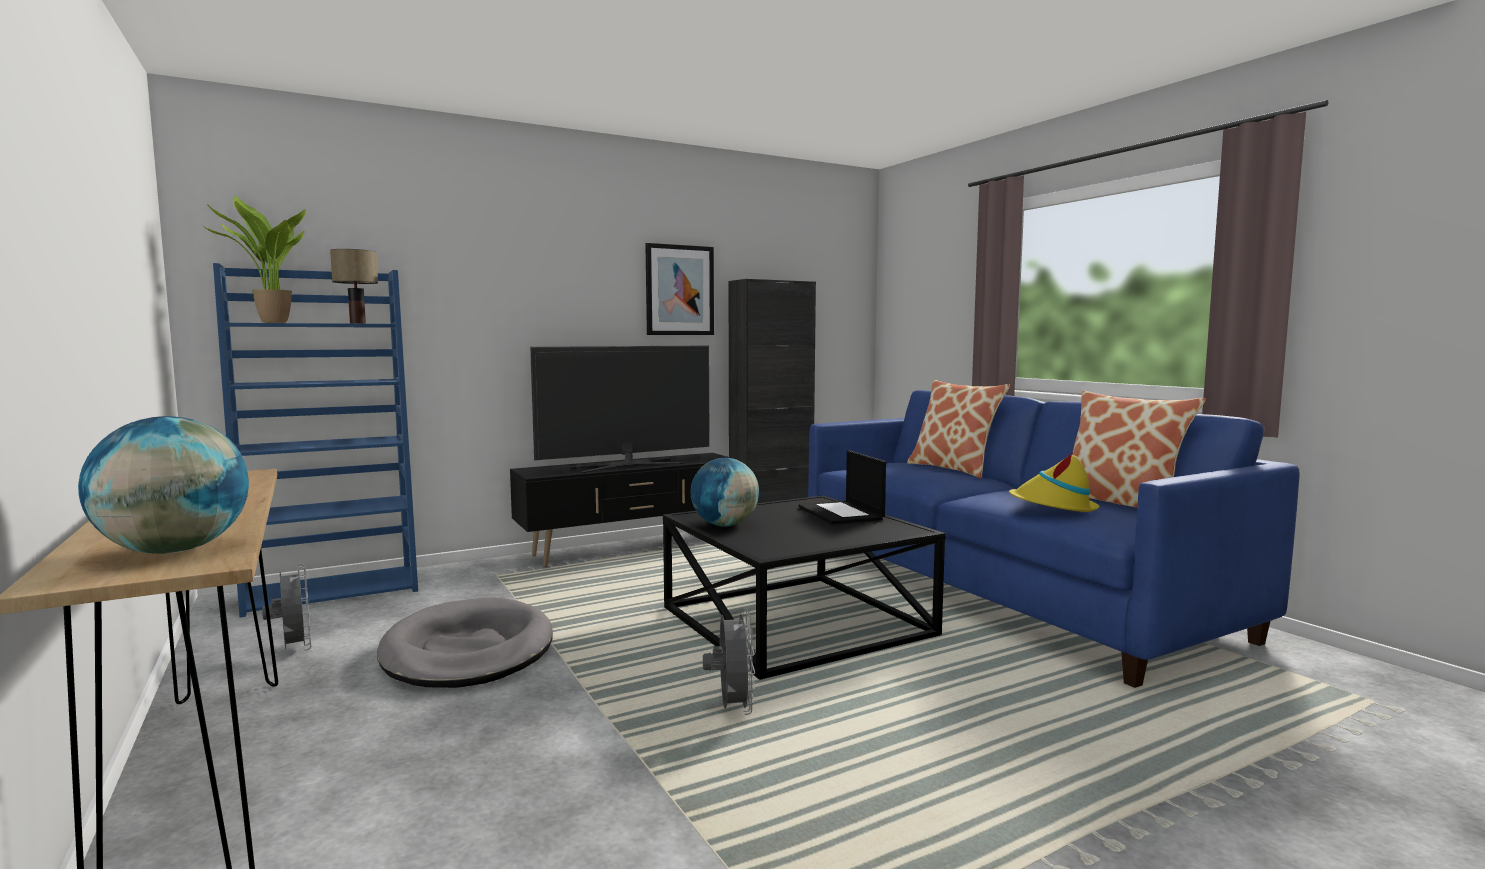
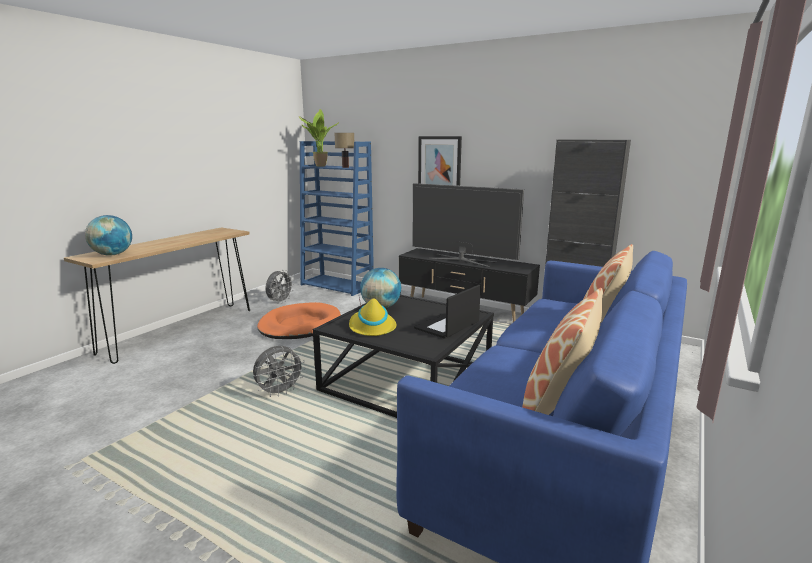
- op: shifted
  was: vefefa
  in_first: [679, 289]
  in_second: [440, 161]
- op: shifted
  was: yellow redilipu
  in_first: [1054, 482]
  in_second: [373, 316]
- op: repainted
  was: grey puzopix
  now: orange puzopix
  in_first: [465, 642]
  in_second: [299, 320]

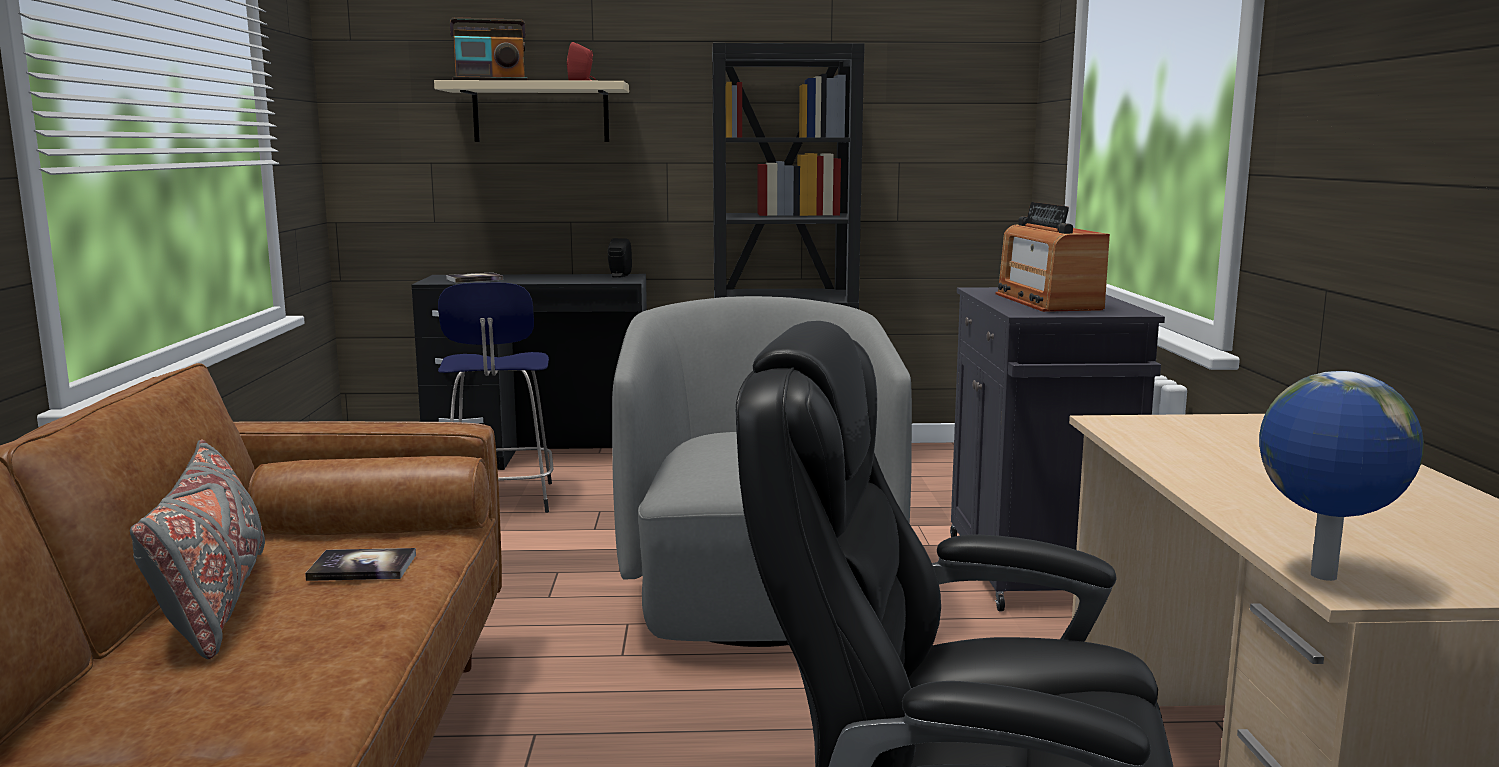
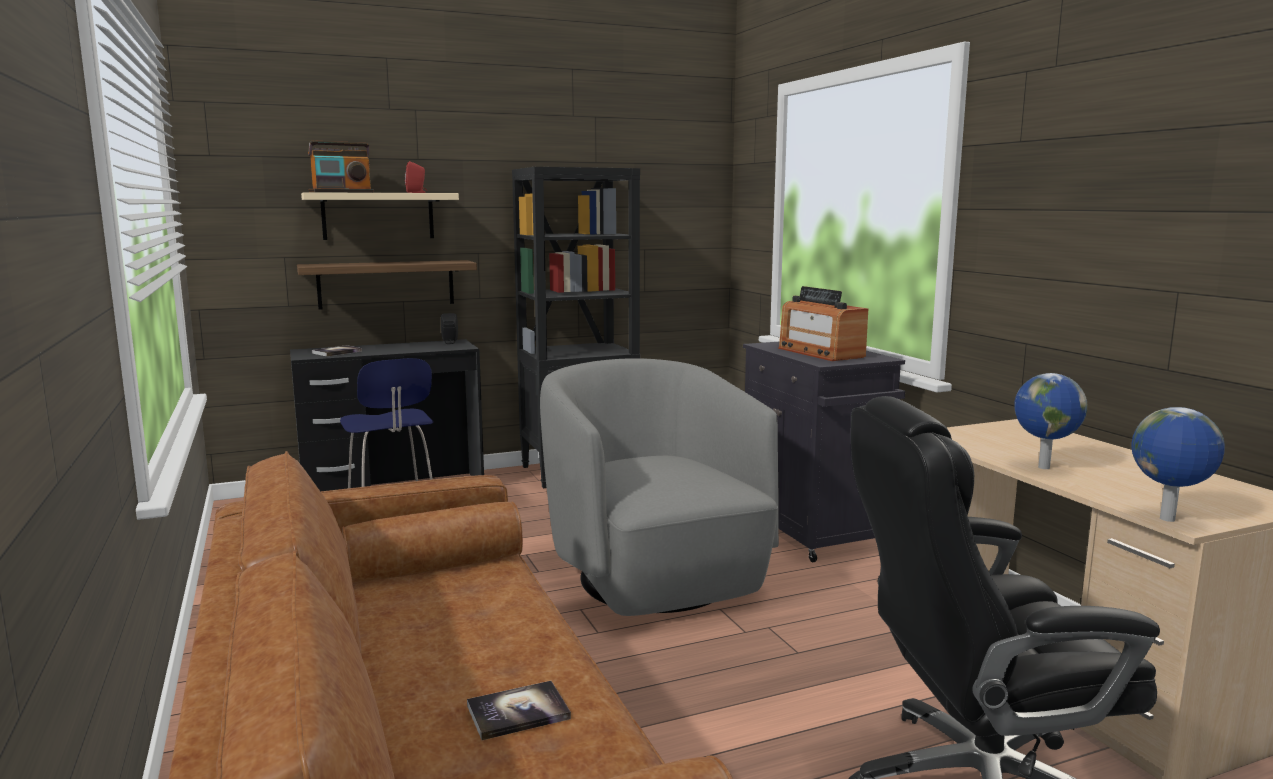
- op: gone
  was: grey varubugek
  in_first: [197, 549]
- op: shifted
  was: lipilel
  in_first: [360, 564]
  in_second: [519, 710]
- op: new
  now: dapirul
  in_second: [387, 285]
- op: new
  now: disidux
  in_second: [1051, 421]

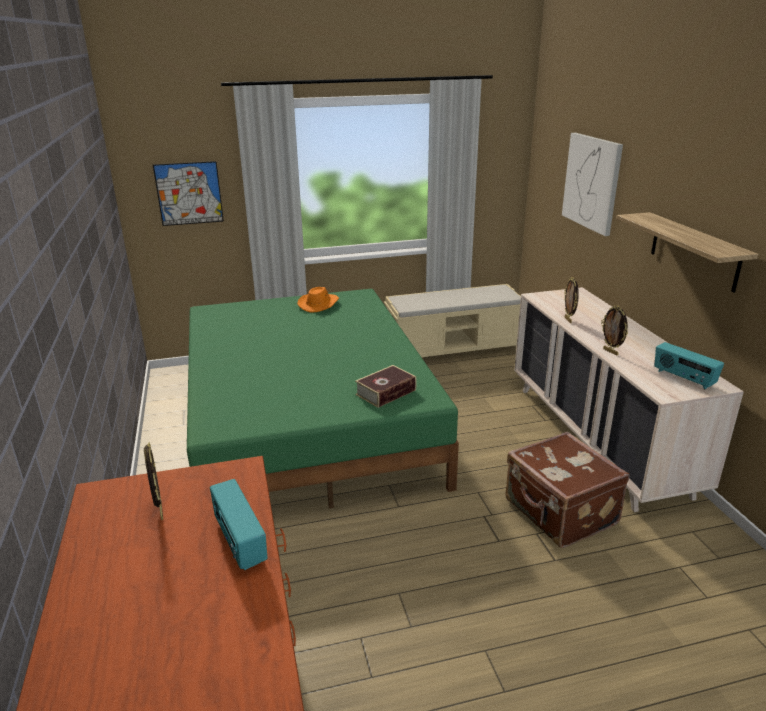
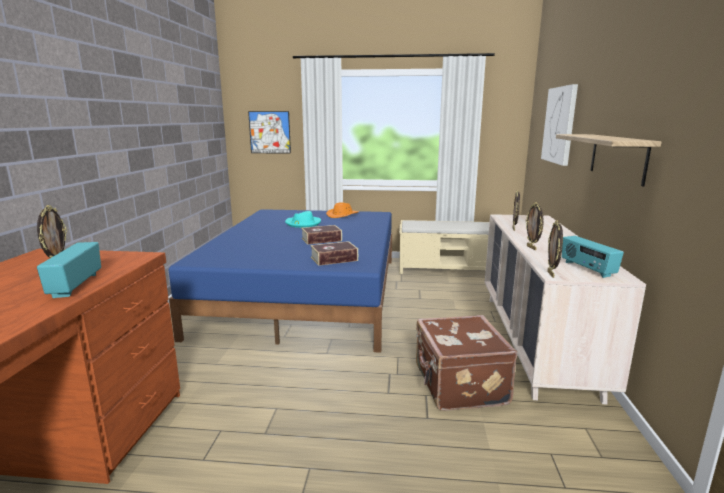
- op: repainted
  was: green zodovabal
  now: blue zodovabal
  in_first: [323, 398]
  in_second: [280, 281]
- op: new
  now: turquoise redilipu
  in_second: [303, 219]
- op: new
  now: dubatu
  in_second: [555, 249]
- op: new
  now: lipilel
  in_second: [321, 235]

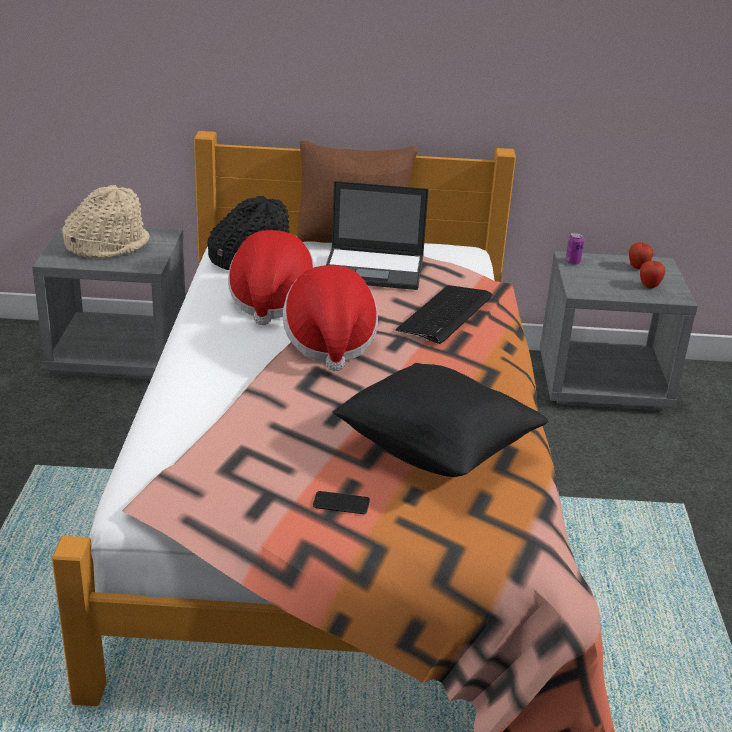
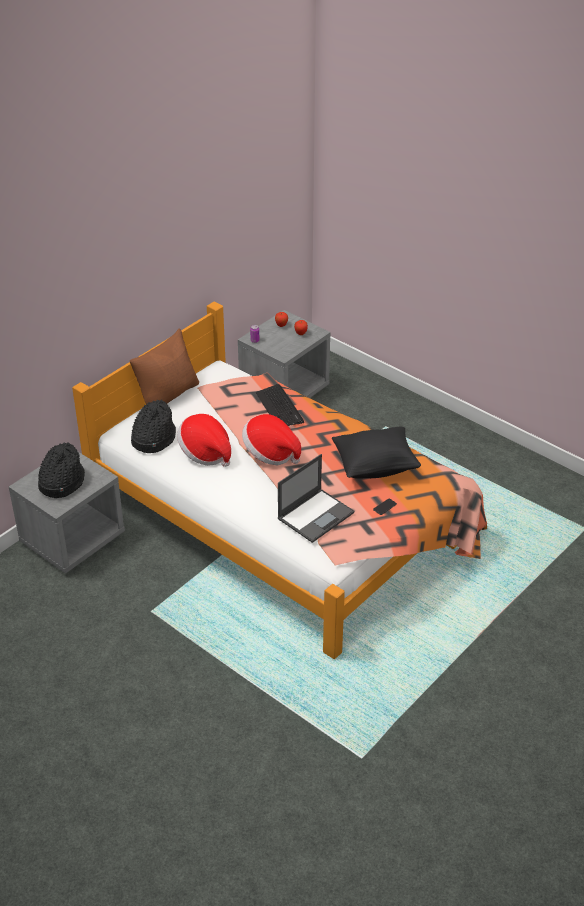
- op: shifted
  was: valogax
  in_first: [377, 235]
  in_second: [316, 498]
- op: repainted
  was: beige redilipu
  now: black redilipu
  in_first: [106, 222]
  in_second: [61, 470]

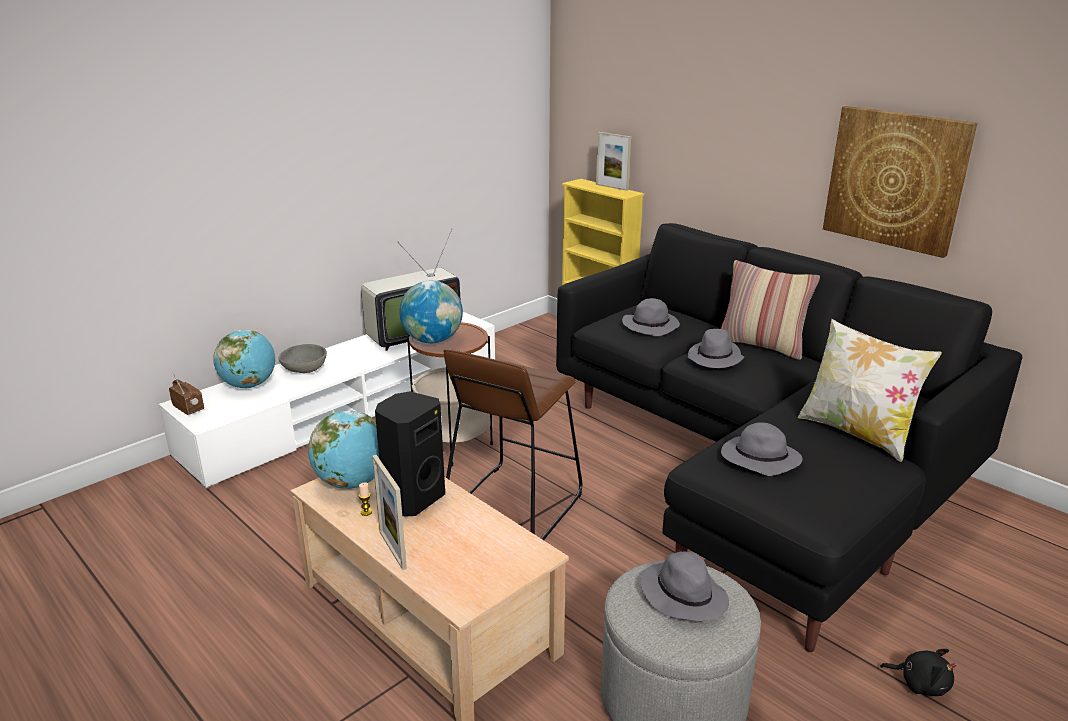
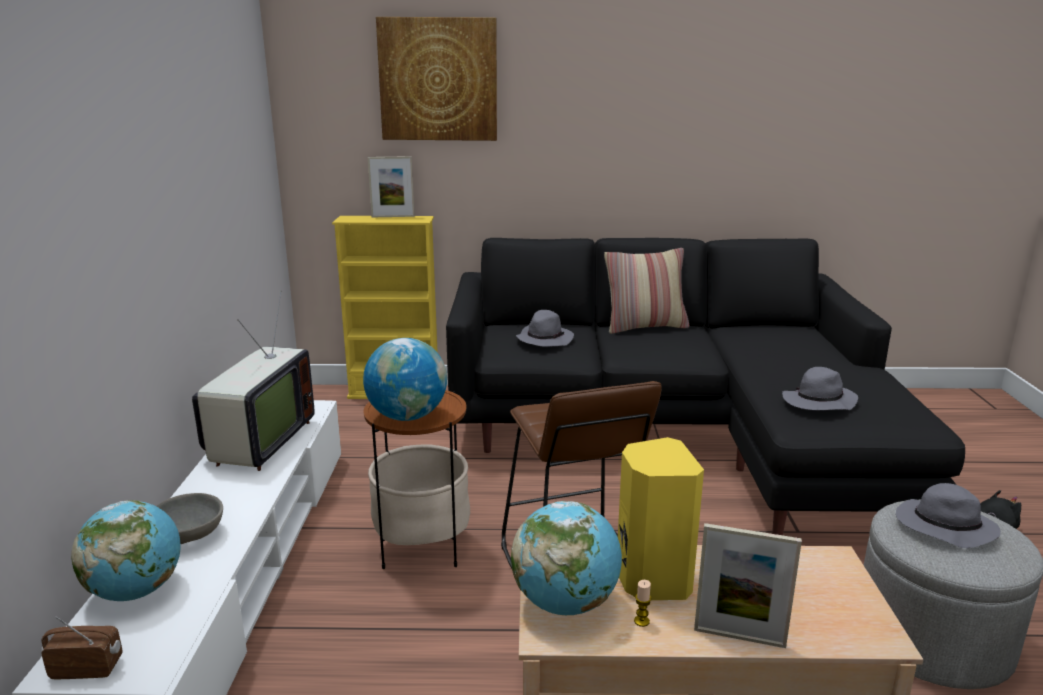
- op: shifted
  was: vefefa
  in_first: [900, 182]
  in_second: [436, 79]
- op: gone
  was: varubugek
  in_first: [870, 390]
- op: gone
  was: grey redilipu
  in_first: [716, 348]
- op: repainted
  was: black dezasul
  now: yellow dezasul
  in_first: [410, 454]
  in_second: [661, 518]

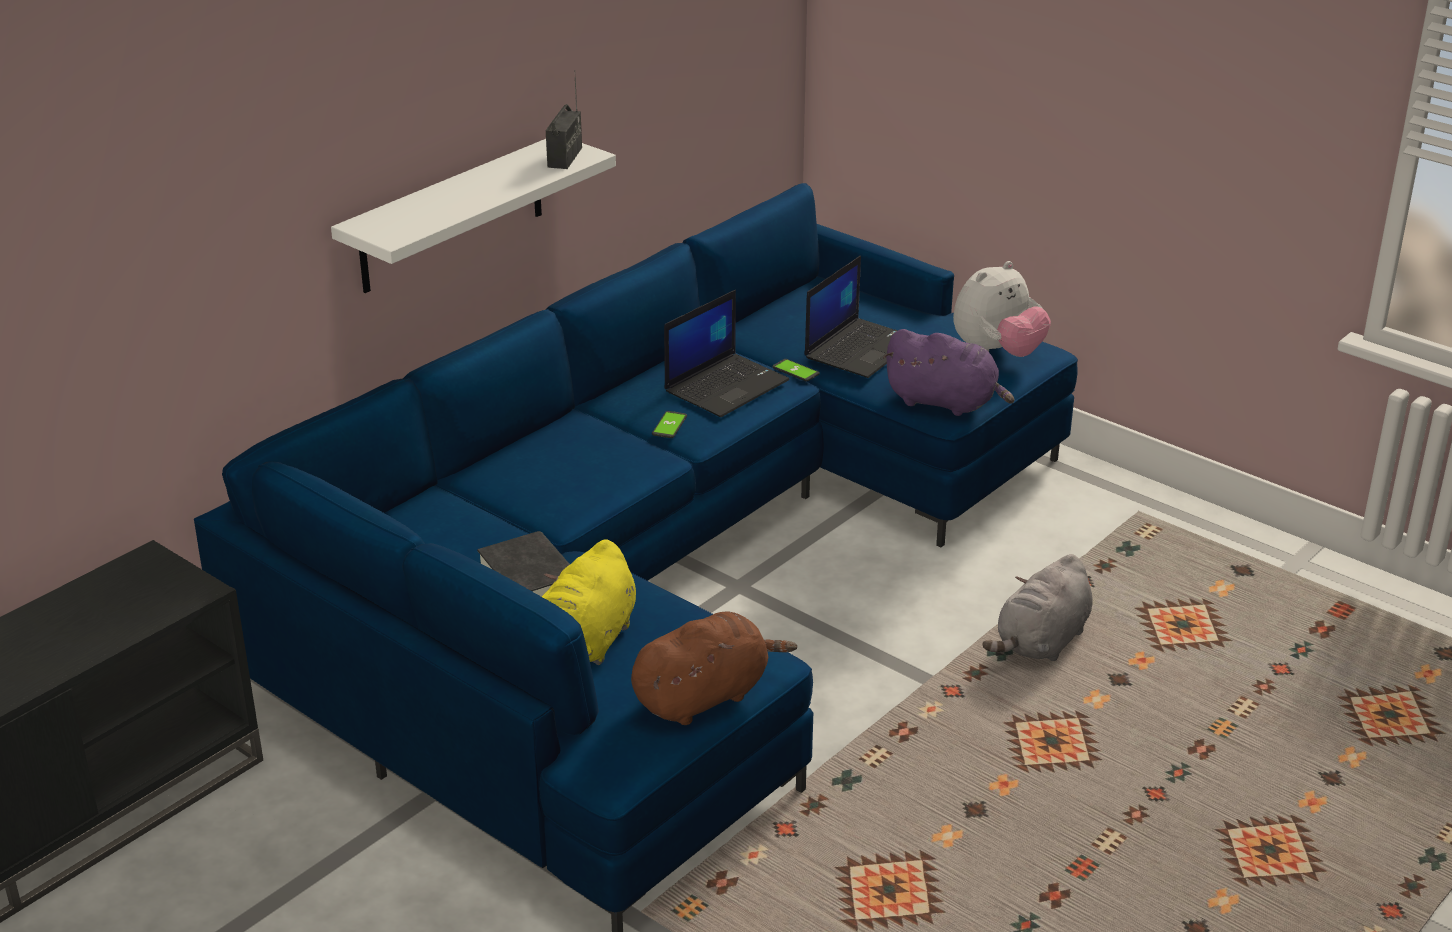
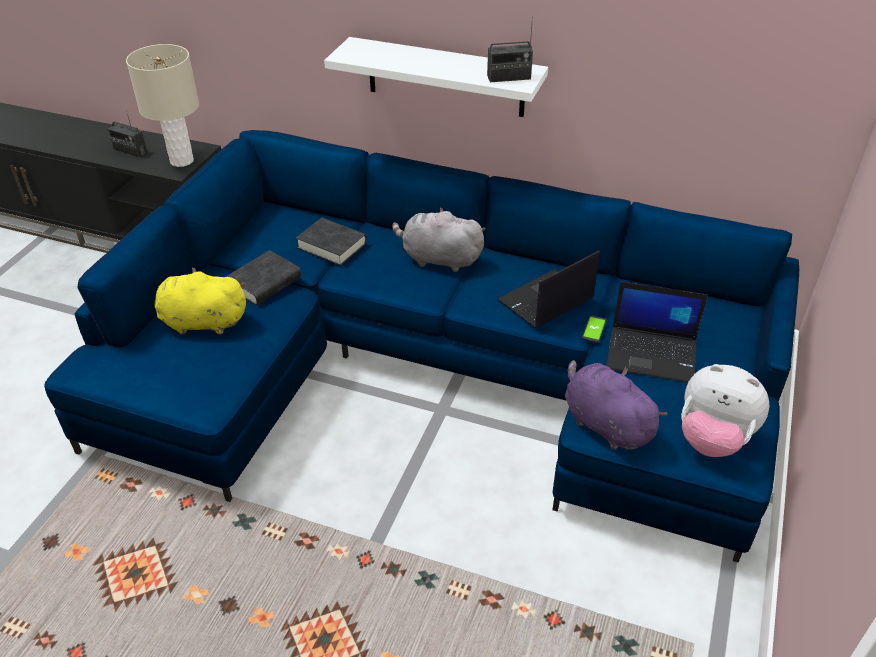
- op: rotated
  was: valogax
  in_first: [727, 353]
  in_second: [548, 289]
  clockwise: 120
- op: rotated
  was: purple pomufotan
  in_first: [948, 372]
  in_second: [616, 405]
  clockwise: 135
- op: gone
  was: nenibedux
  in_first: [669, 424]
- op: shifted
  was: grey pomufotan
  in_first: [1037, 607]
  in_second: [439, 239]
- op: gone
  was: brown pomufotan
  in_first: [714, 668]
- op: new
  now: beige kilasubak
  in_second: [162, 105]
- op: new
  now: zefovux
  in_second: [127, 134]
- op: new
  now: black lipilel
  in_second: [331, 242]

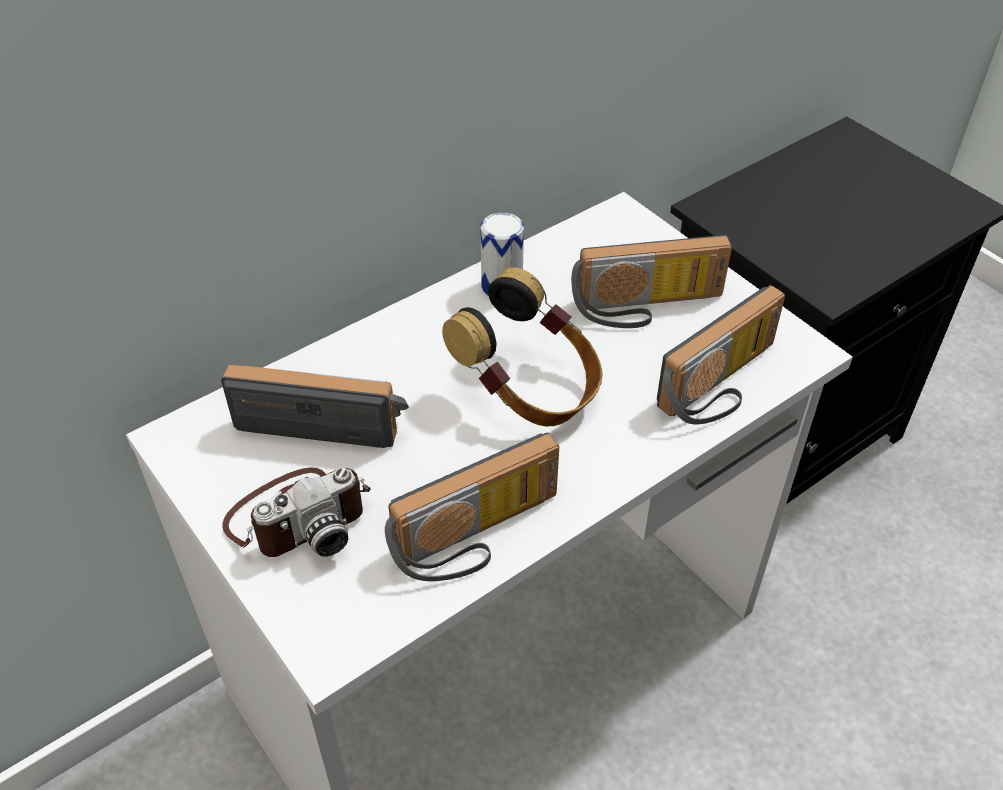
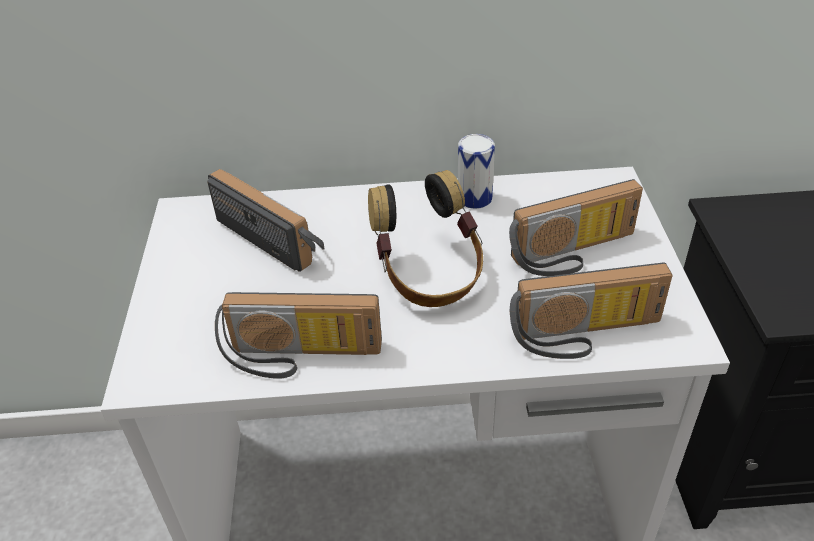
- op: rotated
  was: zefovux
  in_first: [651, 281]
  in_second: [576, 227]
  clockwise: -45
- op: gone
  was: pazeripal
  in_first: [296, 512]

